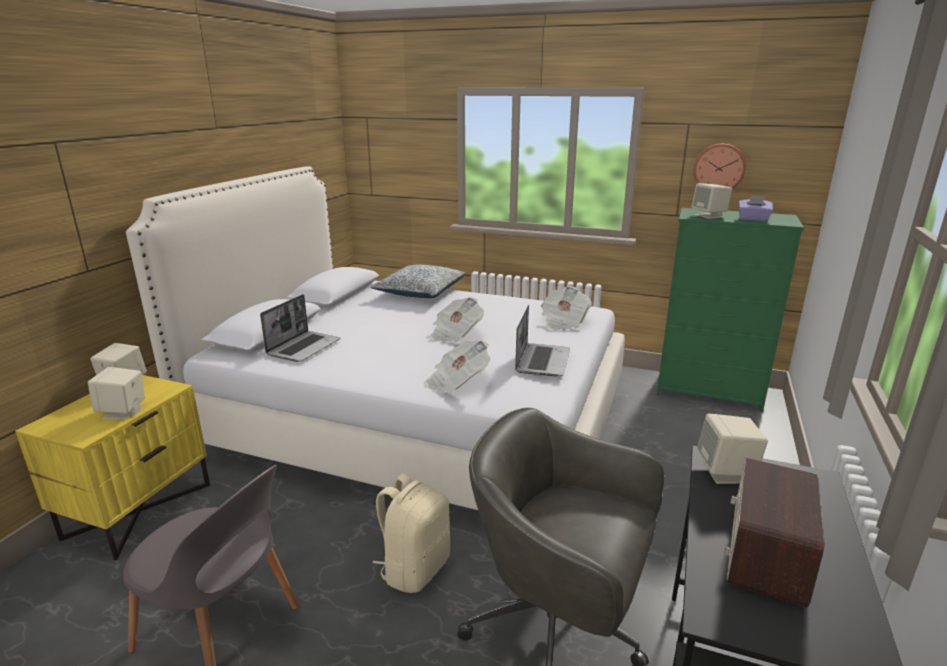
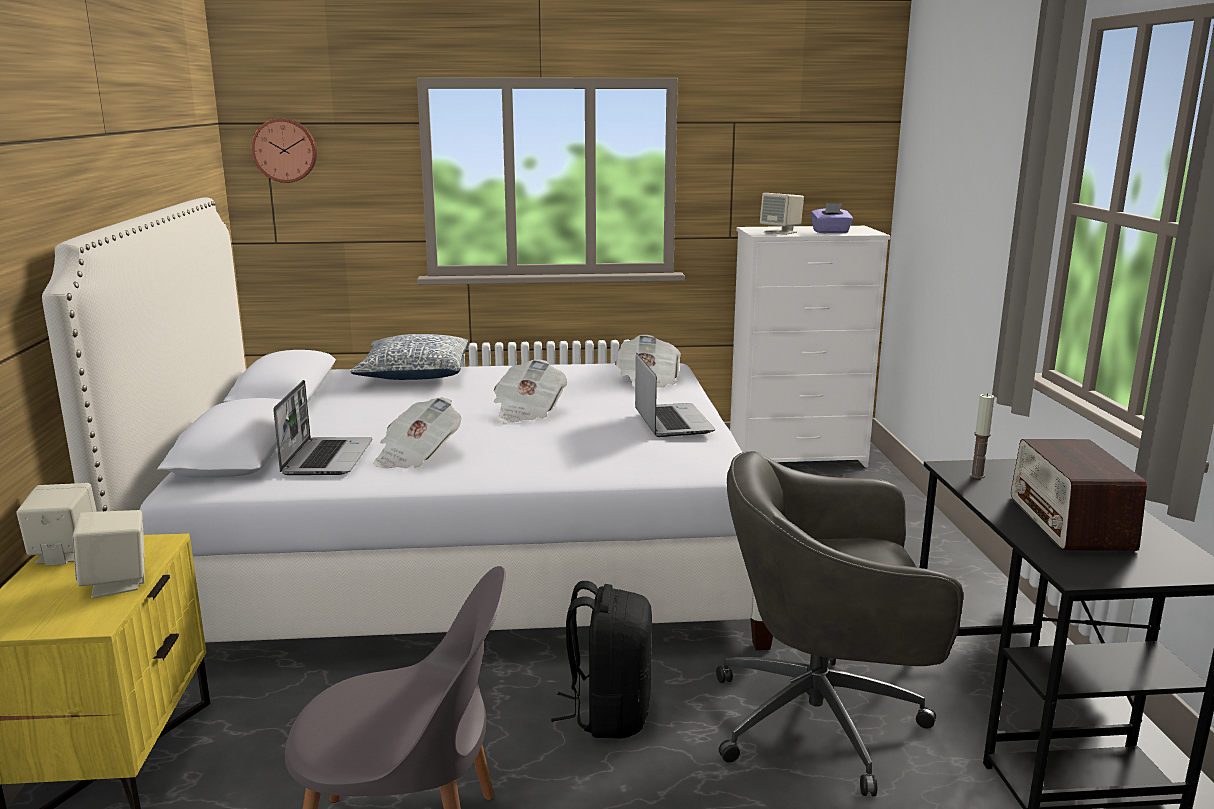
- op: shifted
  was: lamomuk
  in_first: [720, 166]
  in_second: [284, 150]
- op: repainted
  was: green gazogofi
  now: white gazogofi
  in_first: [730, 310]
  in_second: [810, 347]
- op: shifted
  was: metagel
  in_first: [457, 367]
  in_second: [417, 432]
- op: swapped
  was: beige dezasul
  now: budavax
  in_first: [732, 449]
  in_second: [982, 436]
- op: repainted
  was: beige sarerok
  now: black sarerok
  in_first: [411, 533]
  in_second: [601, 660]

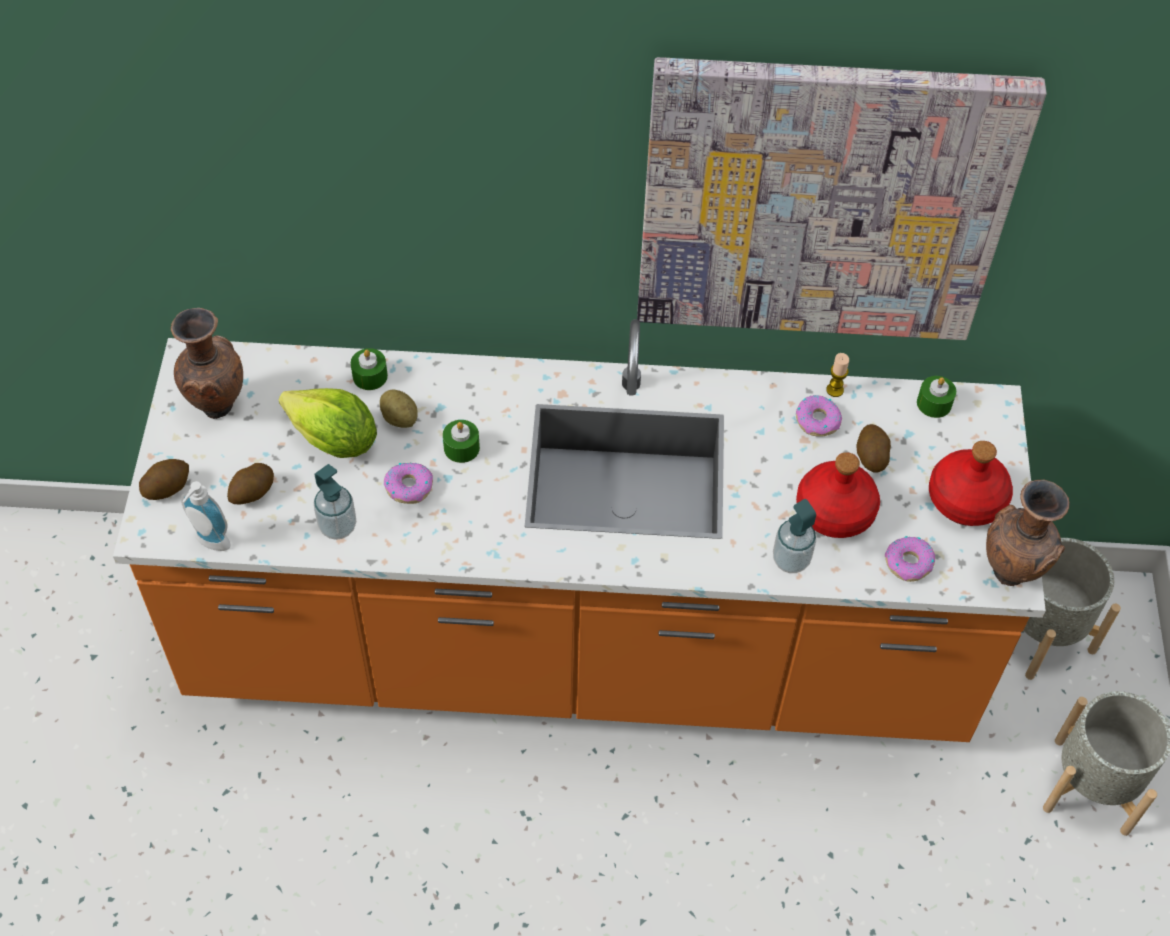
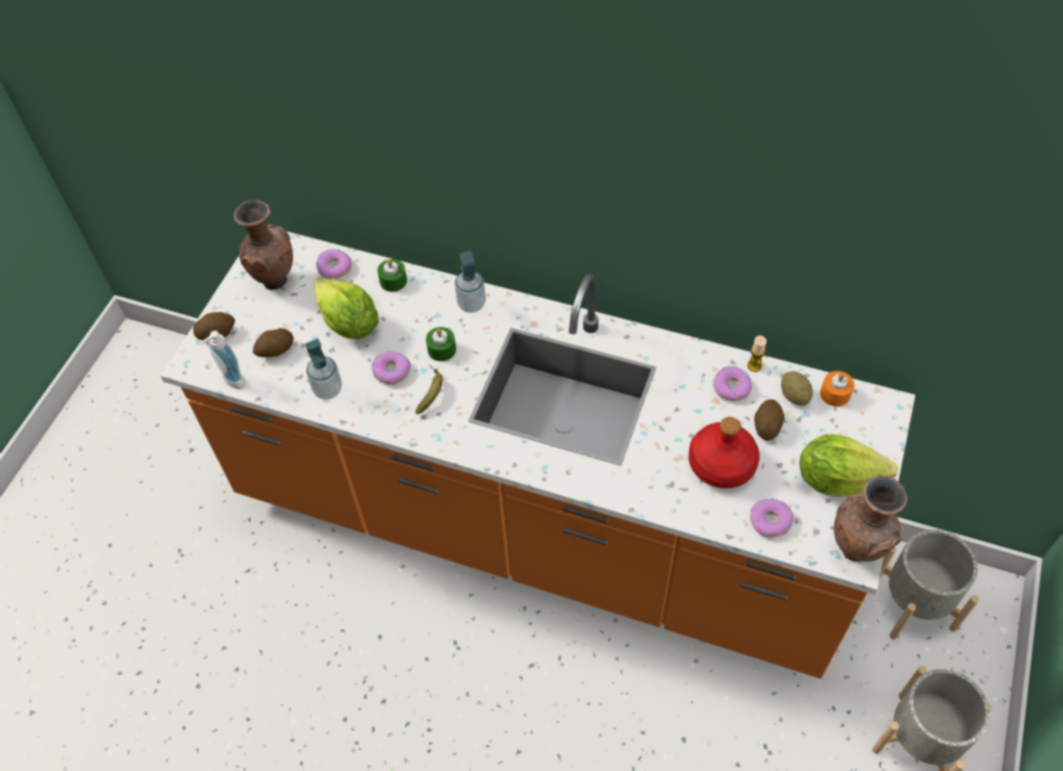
- op: gone
  was: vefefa
  in_first: [842, 198]
- op: repainted
  was: green budavax
  now: orange budavax
  in_first: [936, 397]
  in_second: [837, 389]
- op: shifted
  was: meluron
  in_first: [399, 408]
  in_second: [797, 388]
- op: swapped
  was: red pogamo
  now: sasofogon
  in_first: [971, 483]
  in_second: [849, 465]
- op: shifted
  was: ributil
  in_first: [794, 536]
  in_second: [470, 282]
- op: new
  now: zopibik
  in_second: [334, 264]
- op: new
  now: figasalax
  in_second: [429, 391]

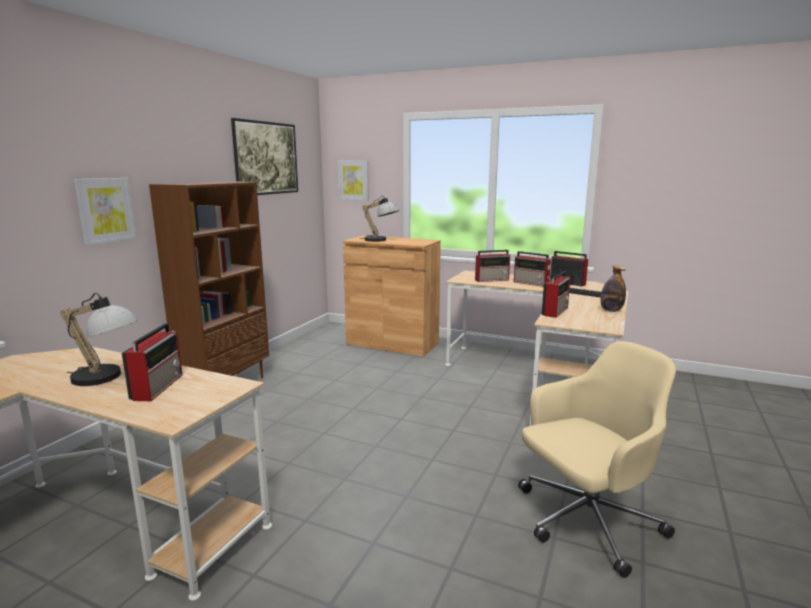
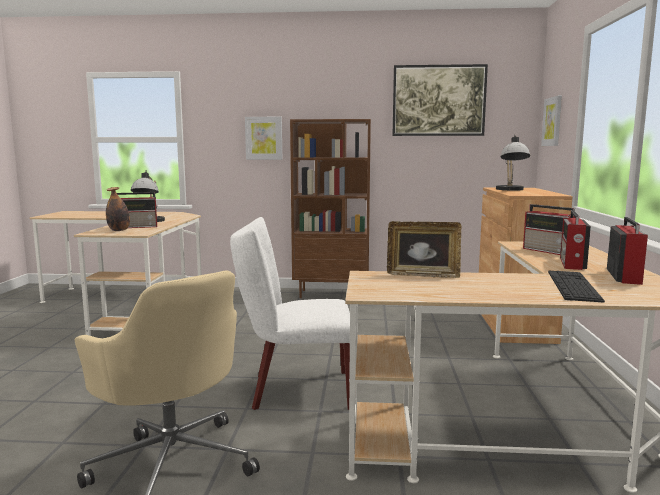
- op: shifted
  was: pogamo
  in_first: [613, 288]
  in_second: [118, 209]
- op: swapped
  was: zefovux
  now: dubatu
  in_first: [556, 294]
  in_second: [424, 249]
- op: new
  now: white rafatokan
  in_second: [290, 313]

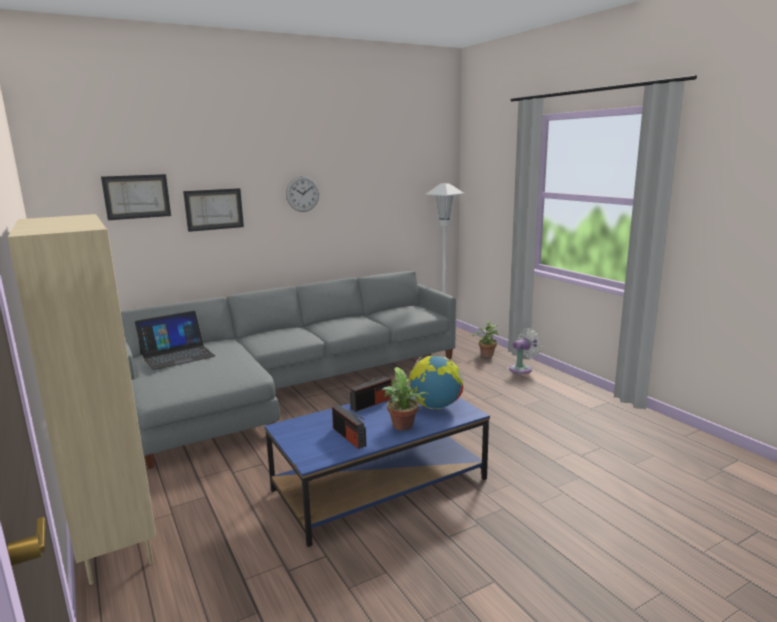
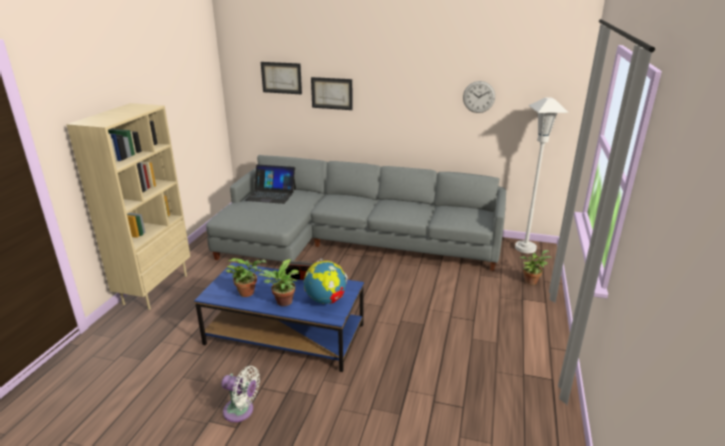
- op: shifted
  was: lamomuk
  in_first: [302, 194]
  in_second: [479, 97]
- op: shifted
  was: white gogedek
  in_first: [525, 351]
  in_second: [240, 394]
- op: swapped
  was: zefovux
  now: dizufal
  in_first: [349, 427]
  in_second: [246, 277]

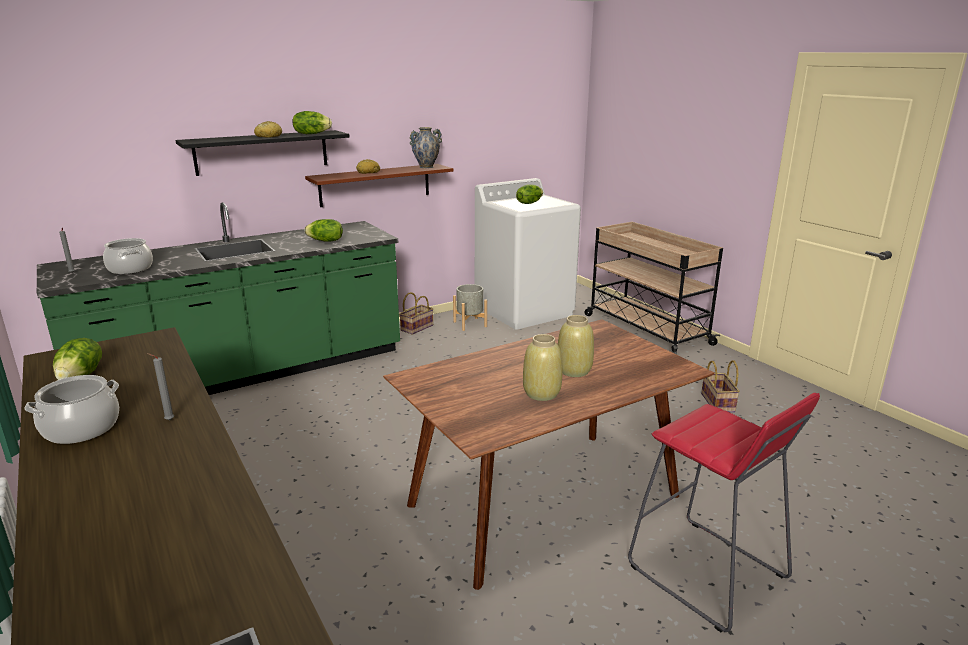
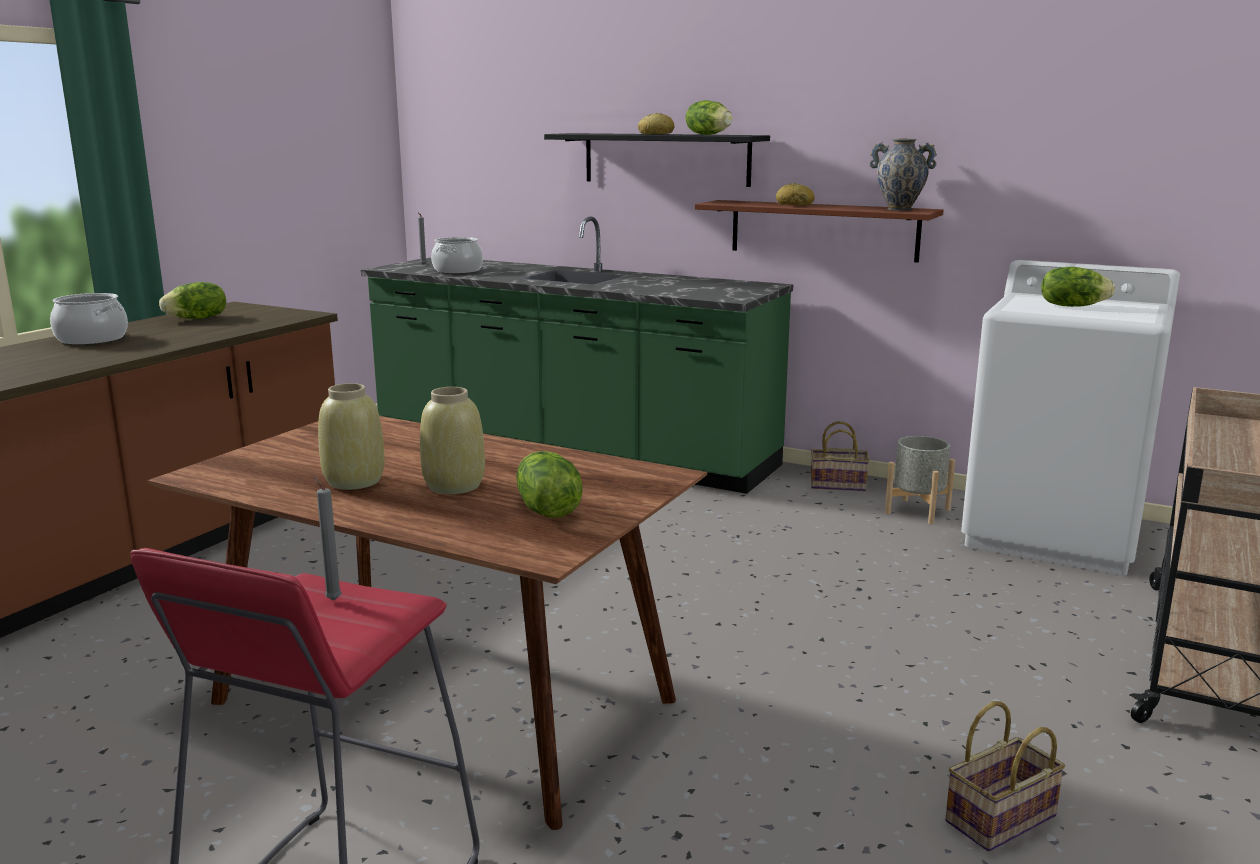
- op: shifted
  was: sasofogon
  in_first: [323, 230]
  in_second: [549, 484]
- op: shifted
  was: grey budavax
  in_first: [160, 386]
  in_second: [327, 537]

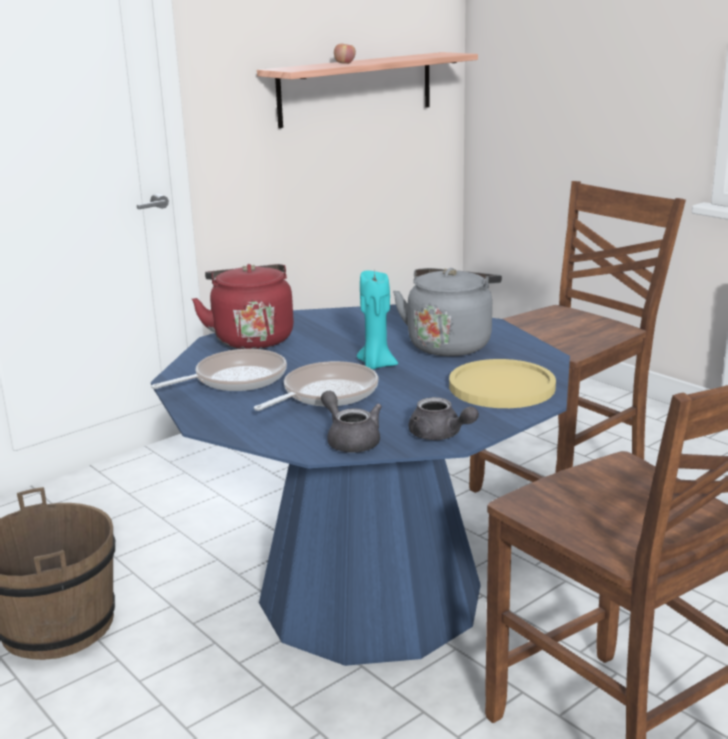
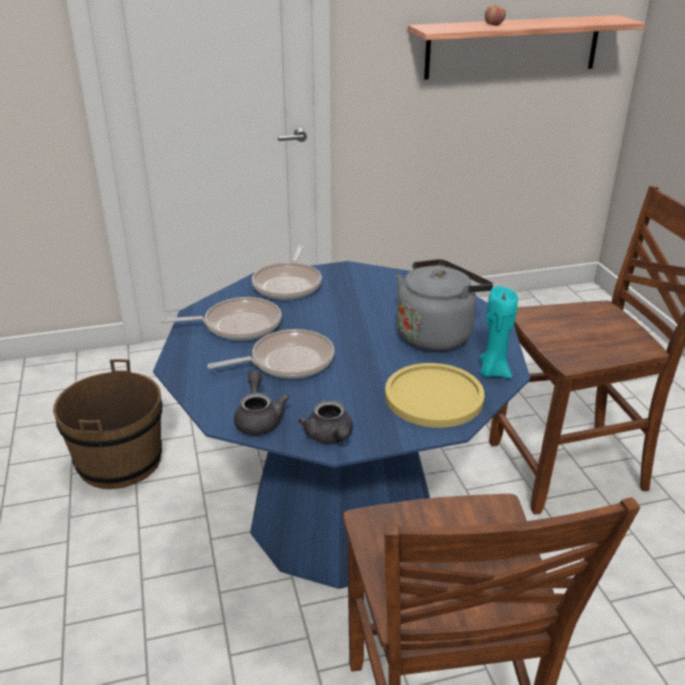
- op: swapped
  was: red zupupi
  now: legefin
  in_first: [243, 306]
  in_second: [287, 273]
- op: shifted
  was: turquoise budavax
  in_first: [377, 320]
  in_second: [499, 332]

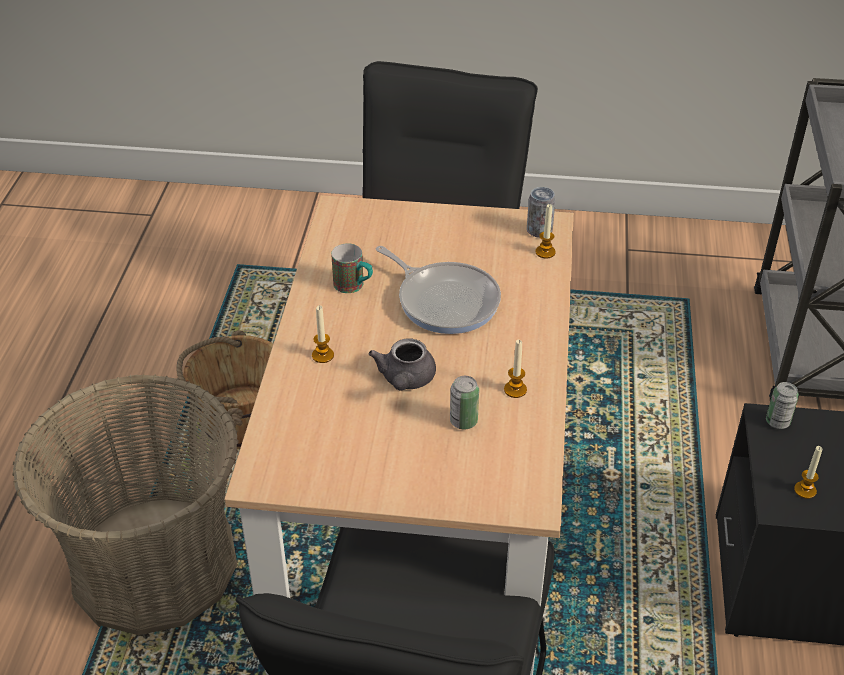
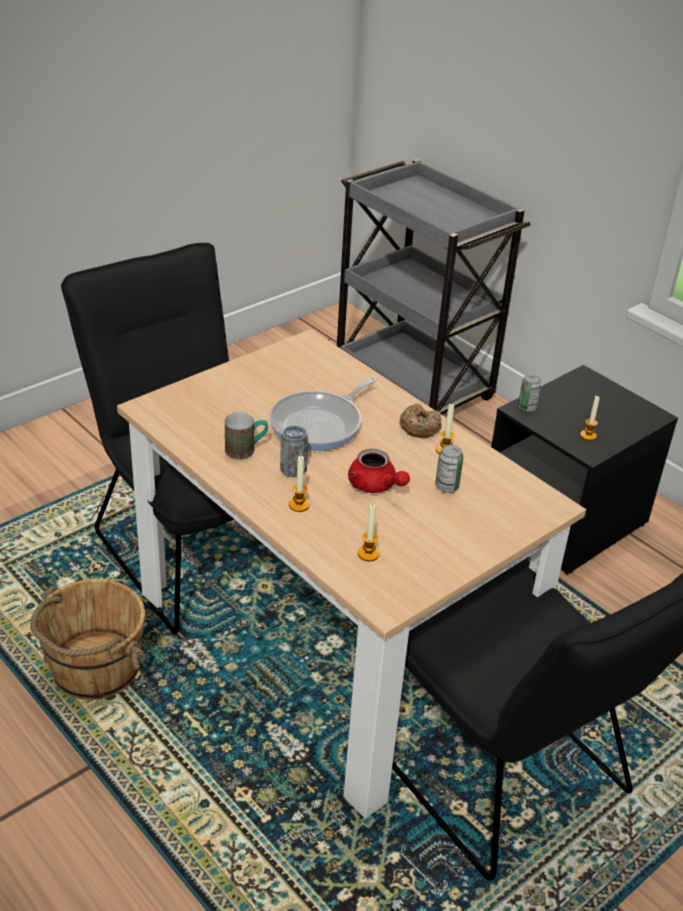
- op: shifted
  was: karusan
  in_first: [541, 212]
  in_second: [294, 451]
- op: shifted
  was: budavax
  in_first: [546, 231]
  in_second: [369, 532]
- op: rotated
  was: legefin
  in_first: [438, 290]
  in_second: [323, 414]
  clockwise: 135
- op: repainted
  was: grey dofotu
  now: red dofotu
  in_first: [402, 364]
  in_second: [379, 471]
- op: gone
  was: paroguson
  in_first: [126, 504]
- op: new
  now: zopibik
  in_second: [421, 420]

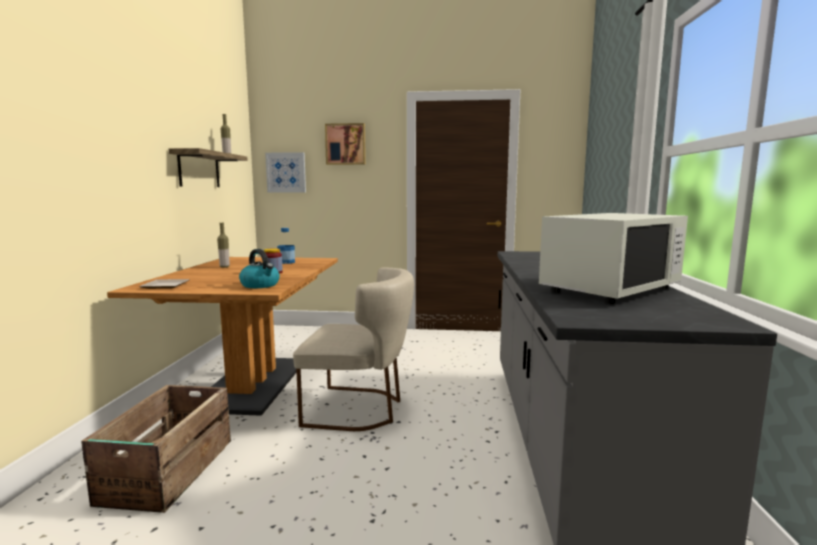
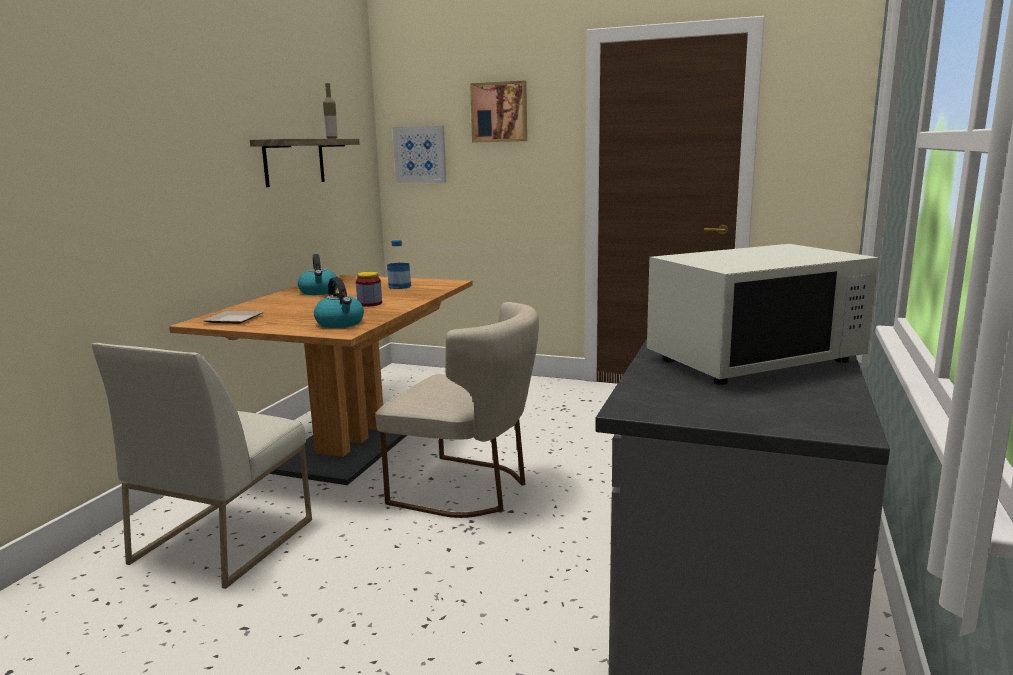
- op: swapped
  was: pogamo
  now: zupupi
  in_first: [223, 245]
  in_second: [318, 274]
- op: swapped
  was: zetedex
  now: white rafatokan
  in_first: [156, 449]
  in_second: [201, 466]

